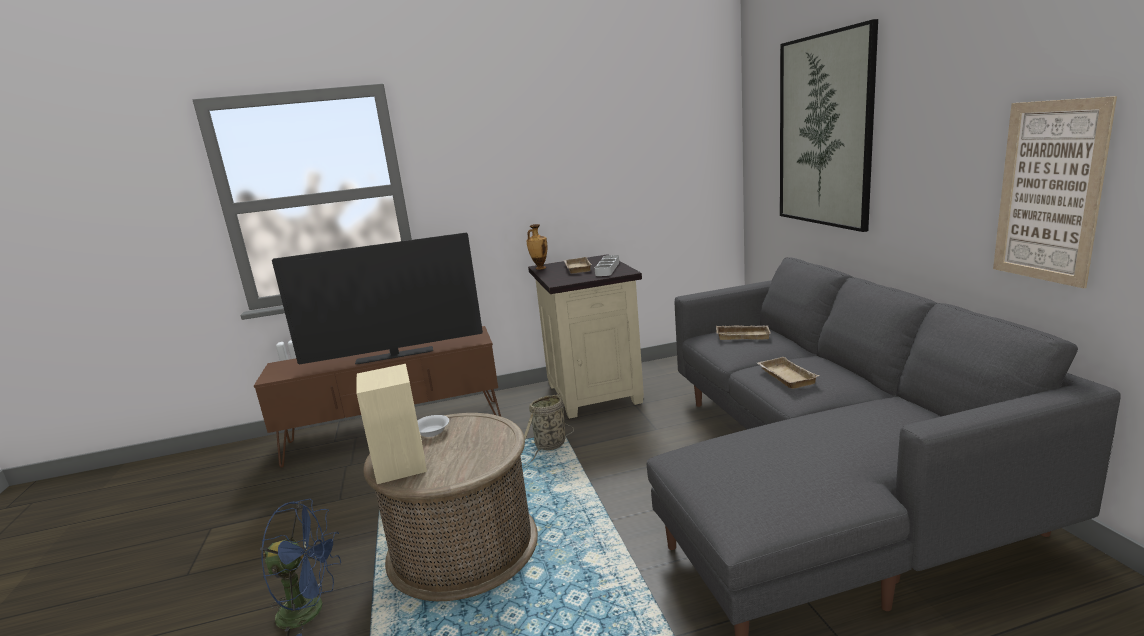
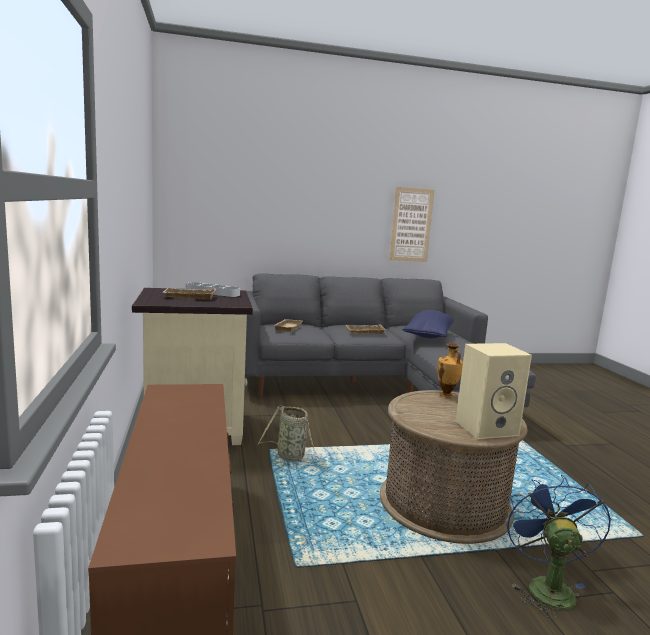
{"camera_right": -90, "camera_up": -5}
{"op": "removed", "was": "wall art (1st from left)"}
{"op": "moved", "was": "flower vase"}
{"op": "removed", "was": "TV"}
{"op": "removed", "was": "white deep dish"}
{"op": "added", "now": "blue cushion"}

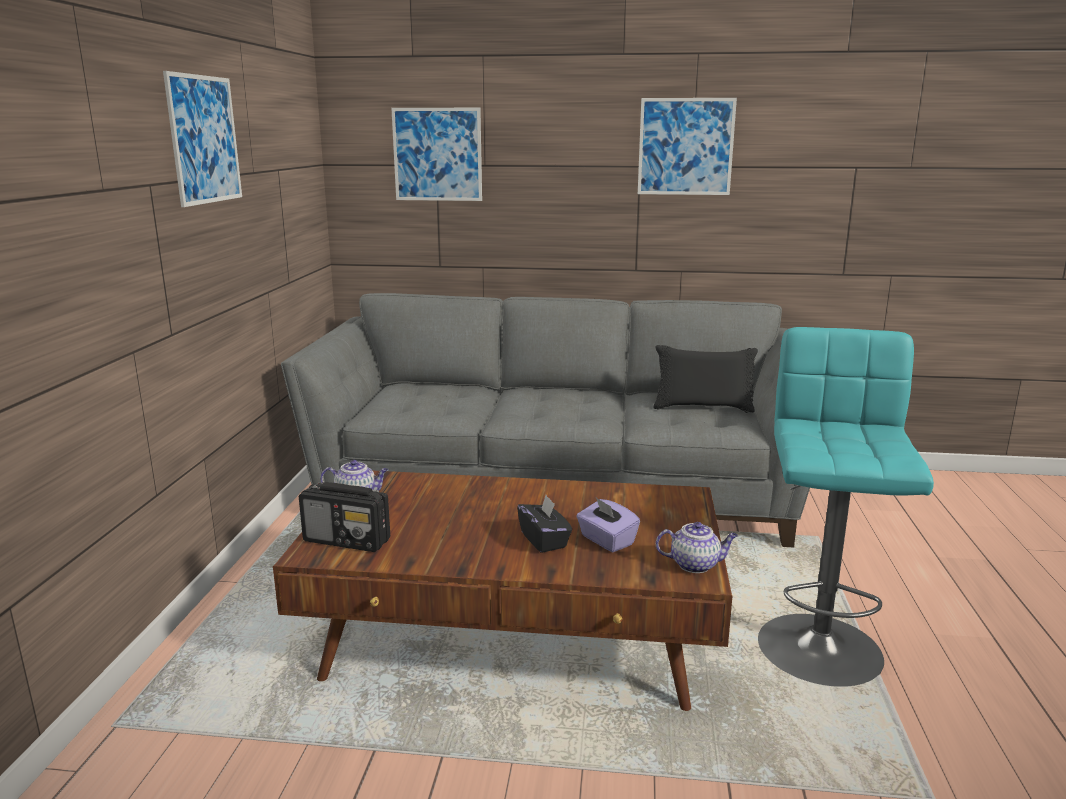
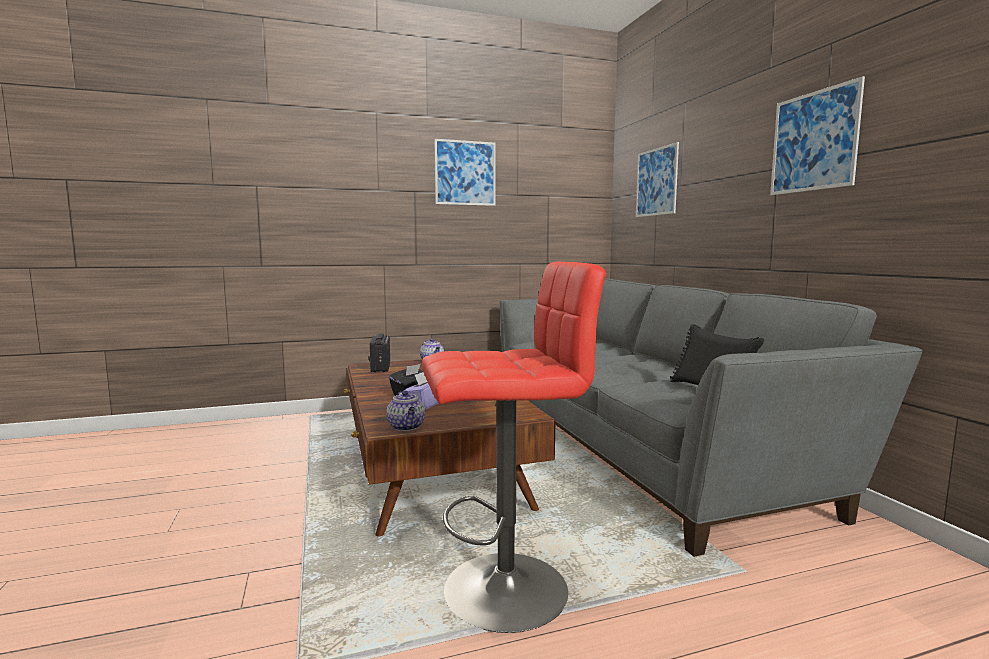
{"camera_right": 65, "camera_up": -10}
{"op": "recoloured", "was": "blue-green stool", "now": "red stool"}

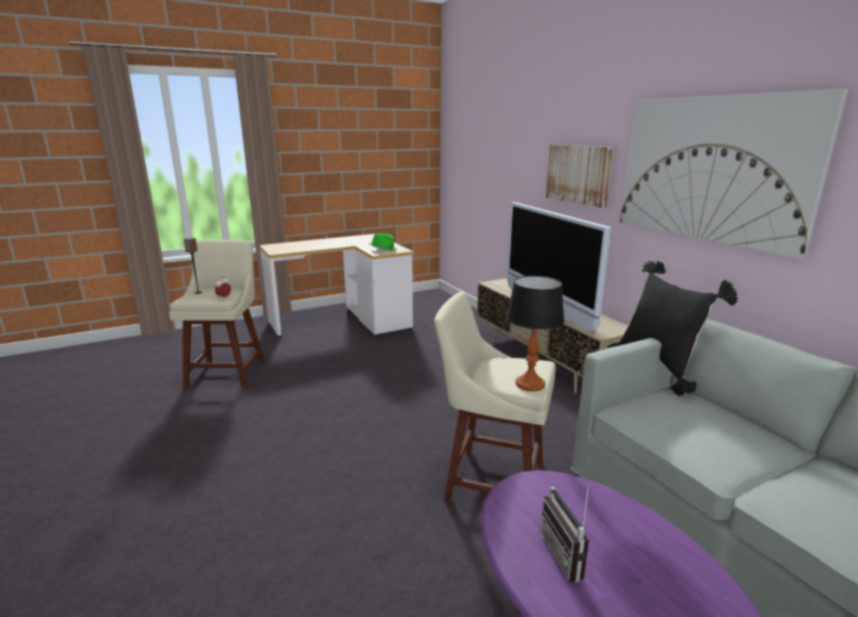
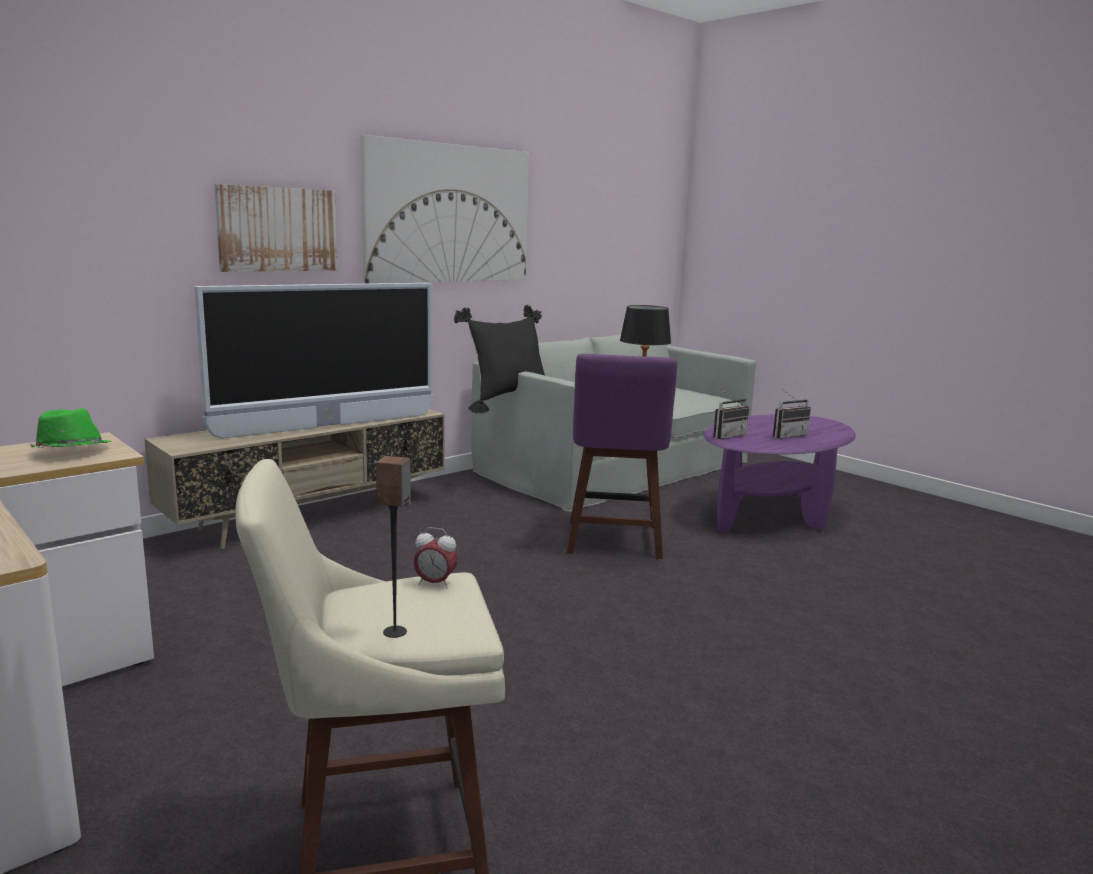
{"camera_right": -105, "camera_up": -5}
{"op": "recoloured", "was": "sand-coloured stool (2nd from left)", "now": "purple stool"}
{"op": "added", "now": "radio set (1st from left)"}

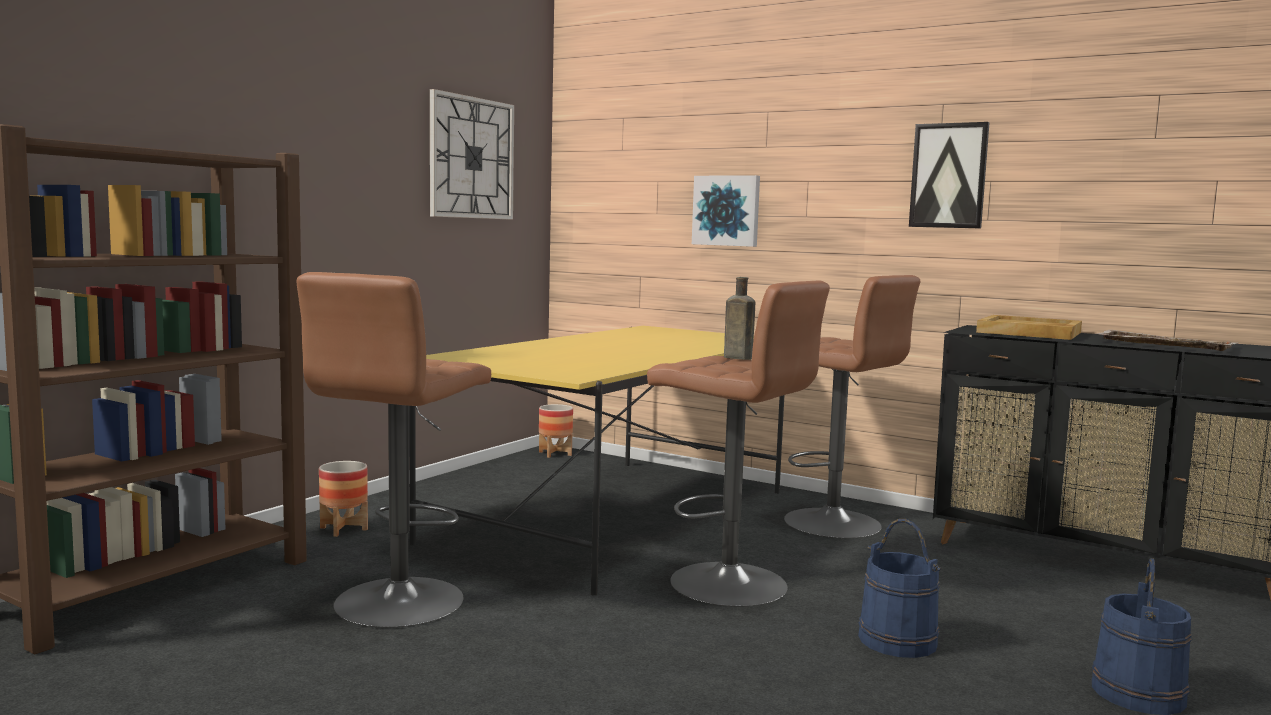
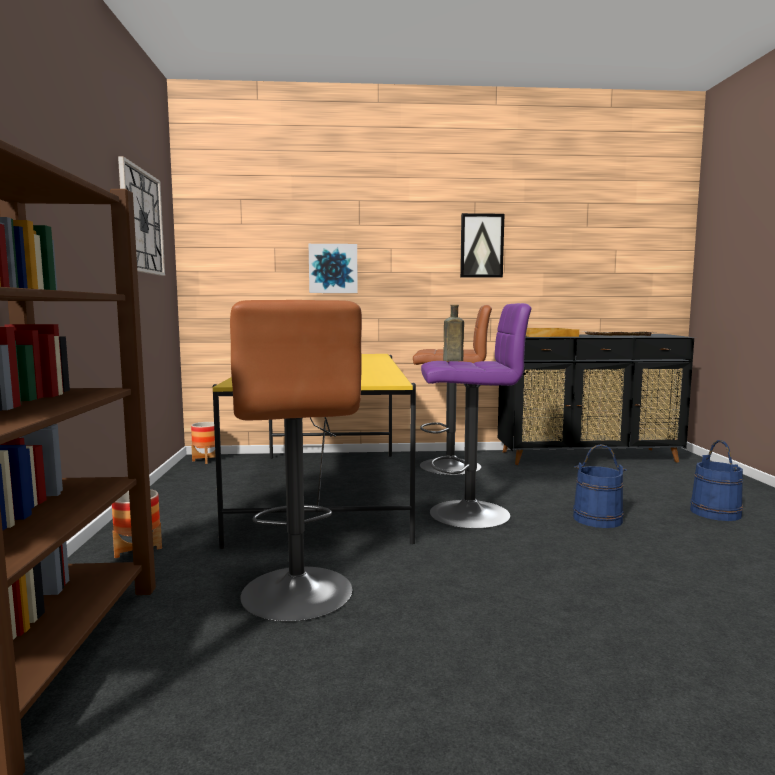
{"camera_right": -35, "camera_up": 0}
{"op": "recoloured", "was": "brown stool (2nd from left)", "now": "purple stool"}

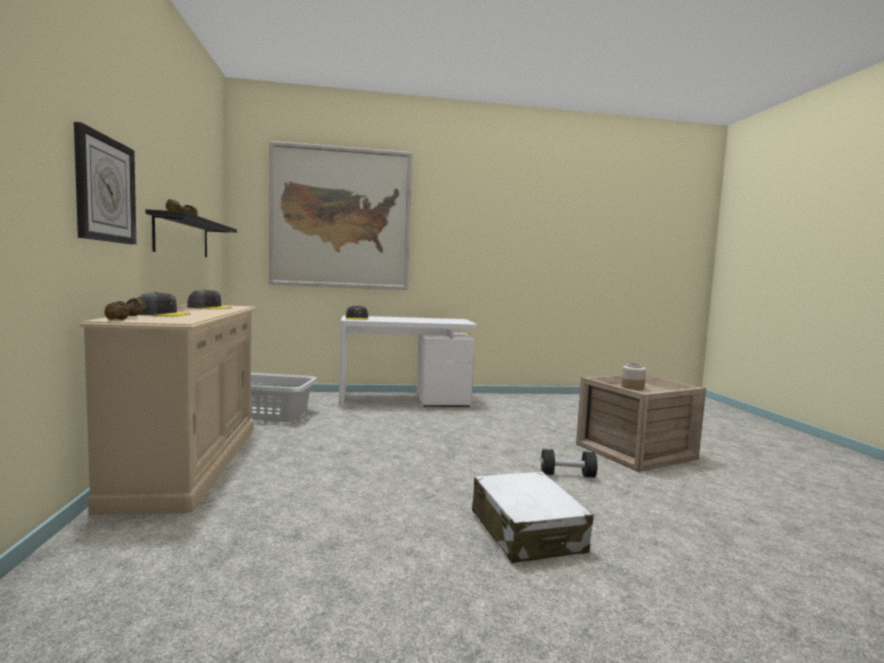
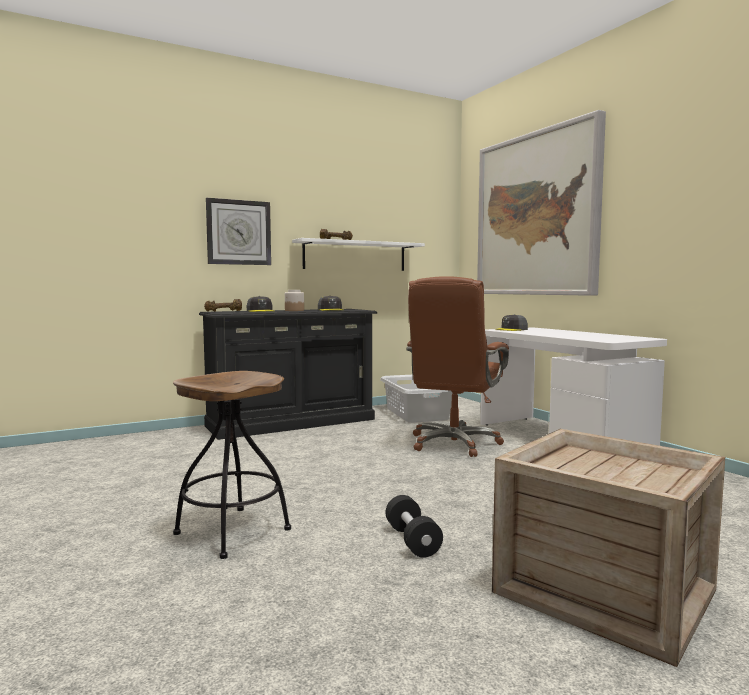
{"camera_right": 70, "camera_up": 0}
{"op": "recoloured", "was": "black bracket shelf", "now": "white bracket shelf"}
{"op": "recoloured", "was": "sand-coloured storage cabinet", "now": "black storage cabinet"}
{"op": "moved", "was": "storage jar"}
{"op": "replaced", "was": "white travel case", "now": "brown stool"}
{"op": "added", "now": "brown desk chair"}

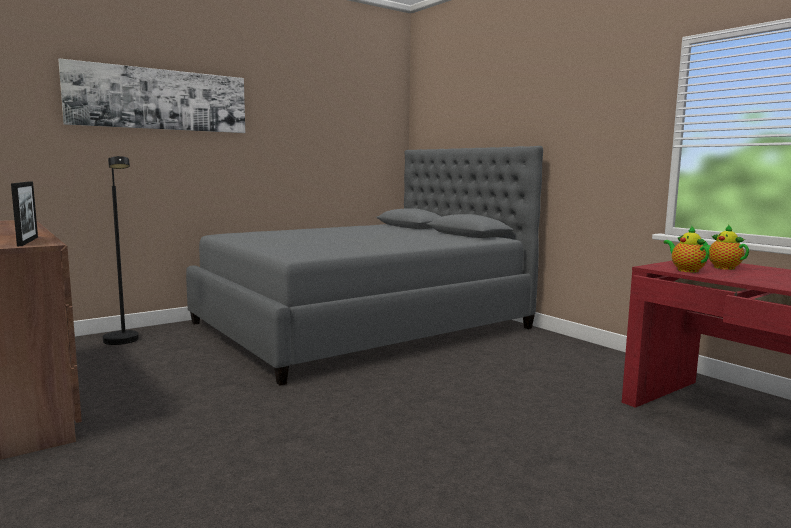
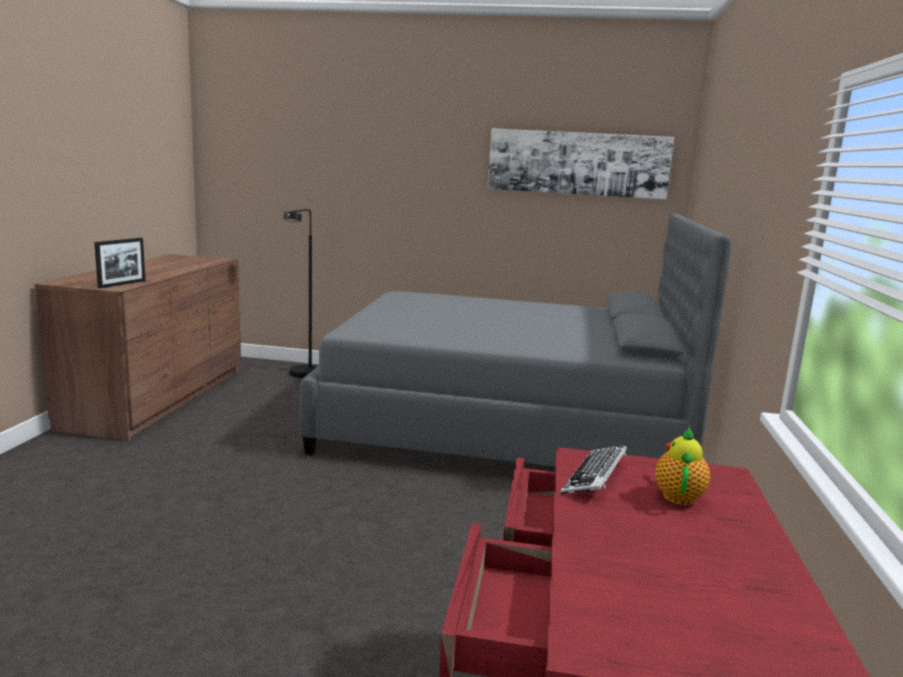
{"camera_right": 45, "camera_up": 5}
{"op": "moved", "was": "wall art"}
{"op": "replaced", "was": "pot for tea (1st from left)", "now": "computer keyboard"}

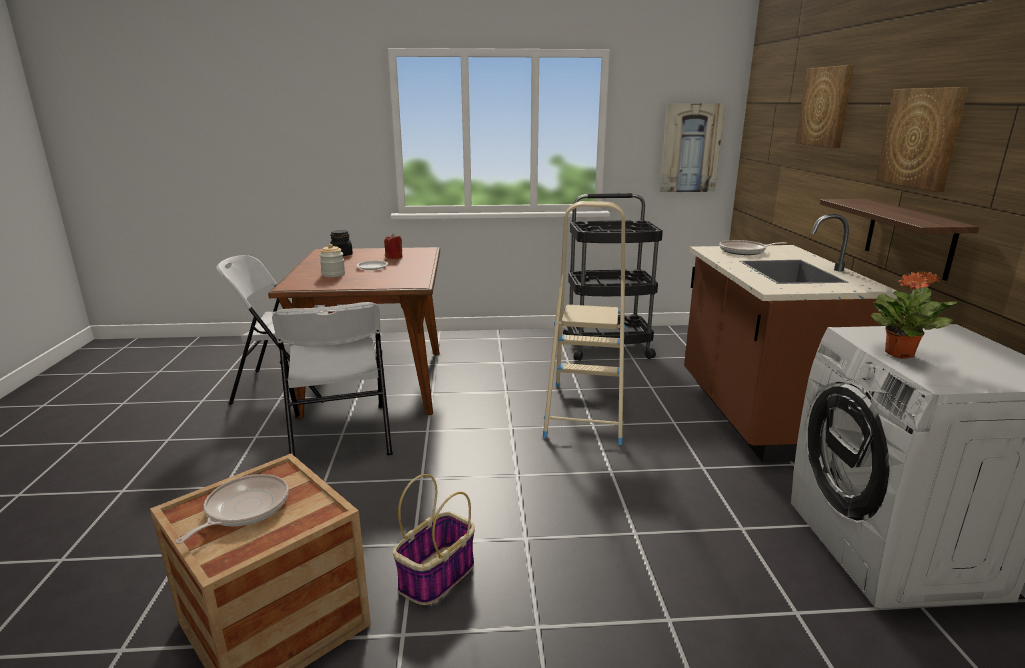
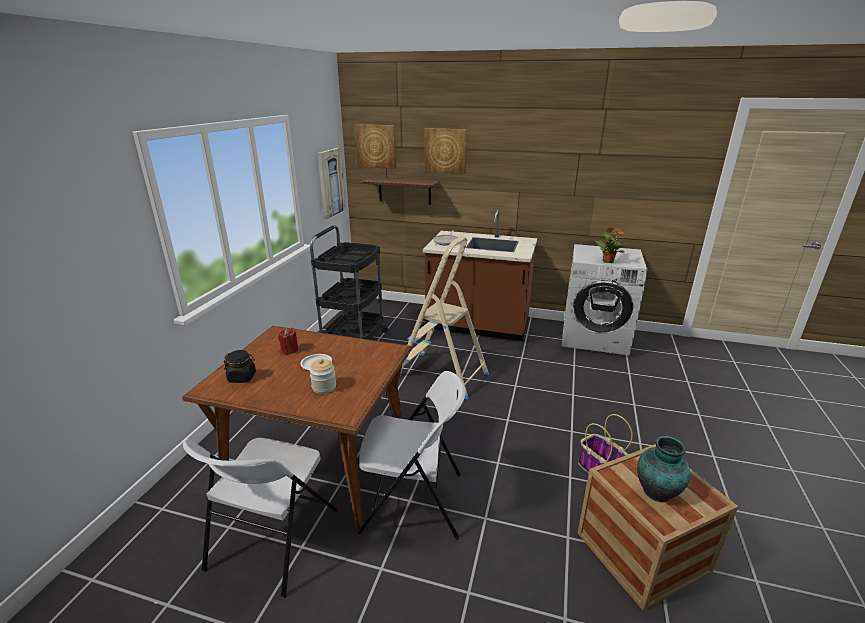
{"camera_right": -70, "camera_up": 5}
{"op": "moved", "was": "wall art (3rd from left in the first image)", "now": "wall art (2nd from left)"}
{"op": "moved", "was": "bracket shelf"}
{"op": "replaced", "was": "skillet (1st from left)", "now": "flower vase"}

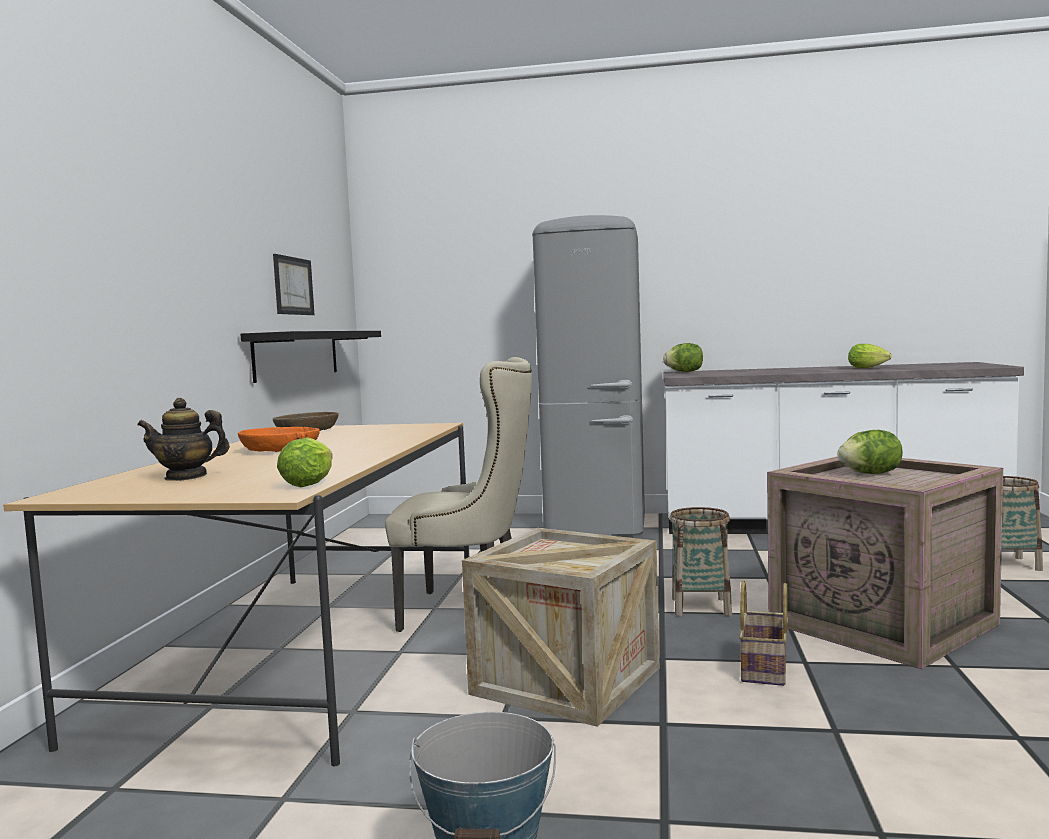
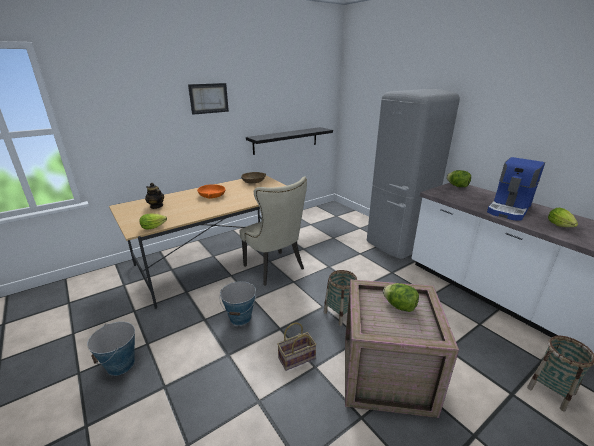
{"camera_right": 45, "camera_up": 20}
{"op": "moved", "was": "wall art"}
{"op": "replaced", "was": "shipping crate (1st from left)", "now": "bucket (2nd from left)"}
{"op": "added", "now": "coffee maker"}

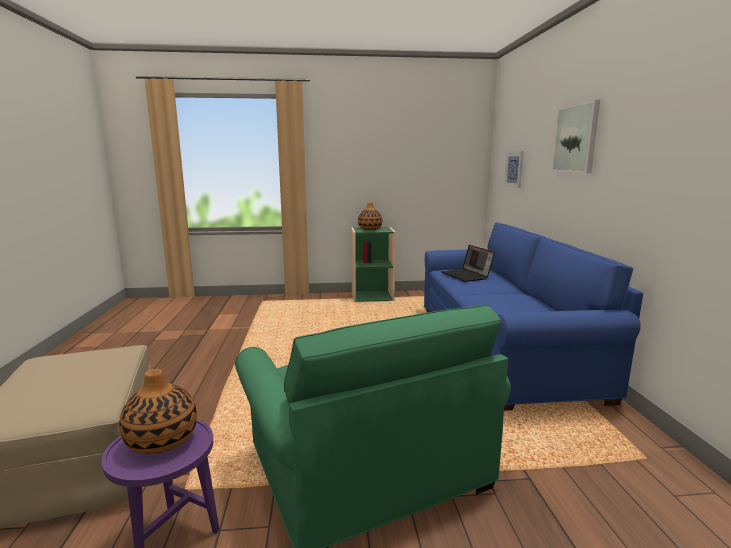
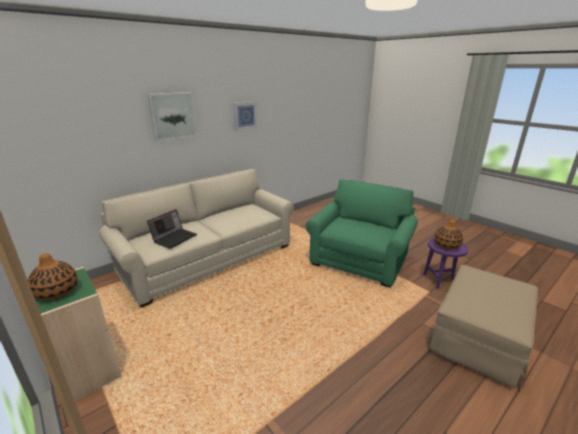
{"camera_right": -125, "camera_up": 10}
{"op": "moved", "was": "wall art (1st from left in the first image)", "now": "wall art (2nd from left)"}
{"op": "recoloured", "was": "blue sofa", "now": "sand-coloured sofa"}

